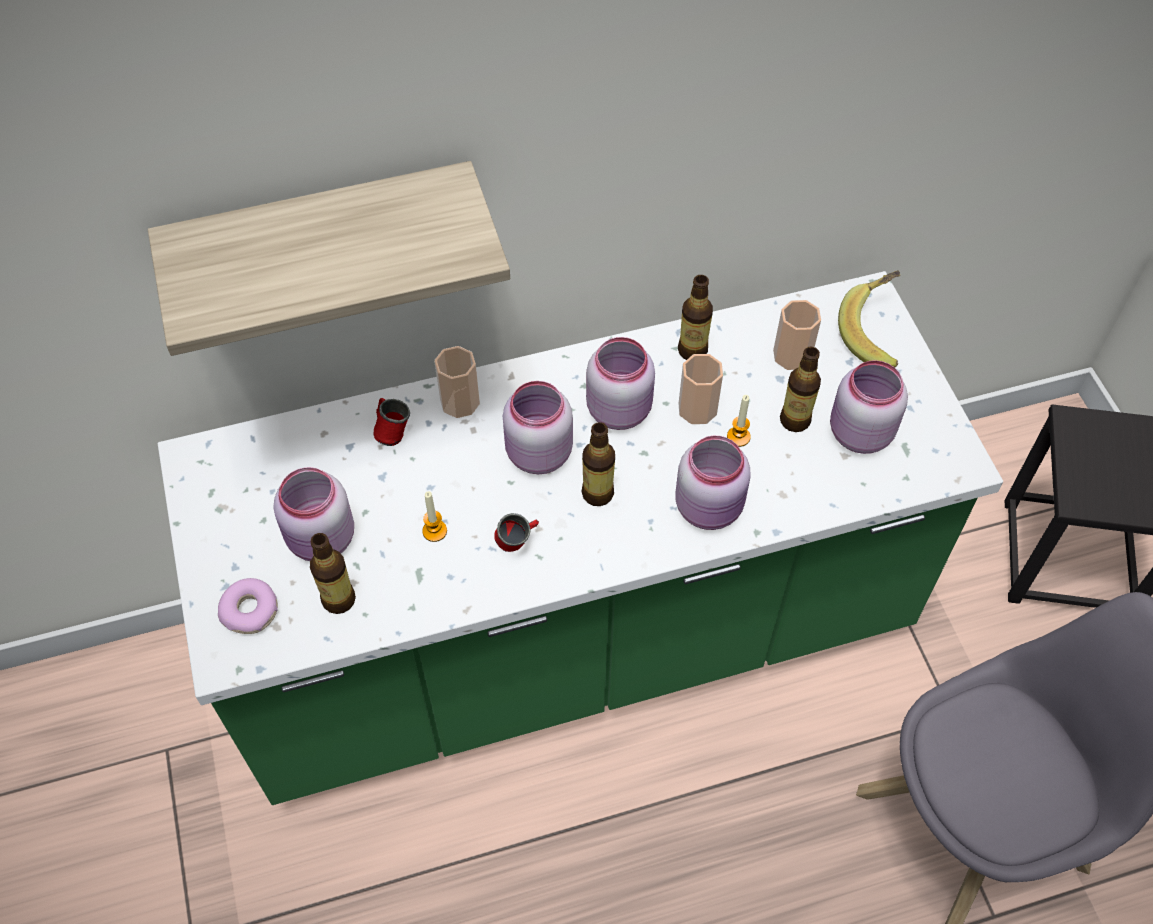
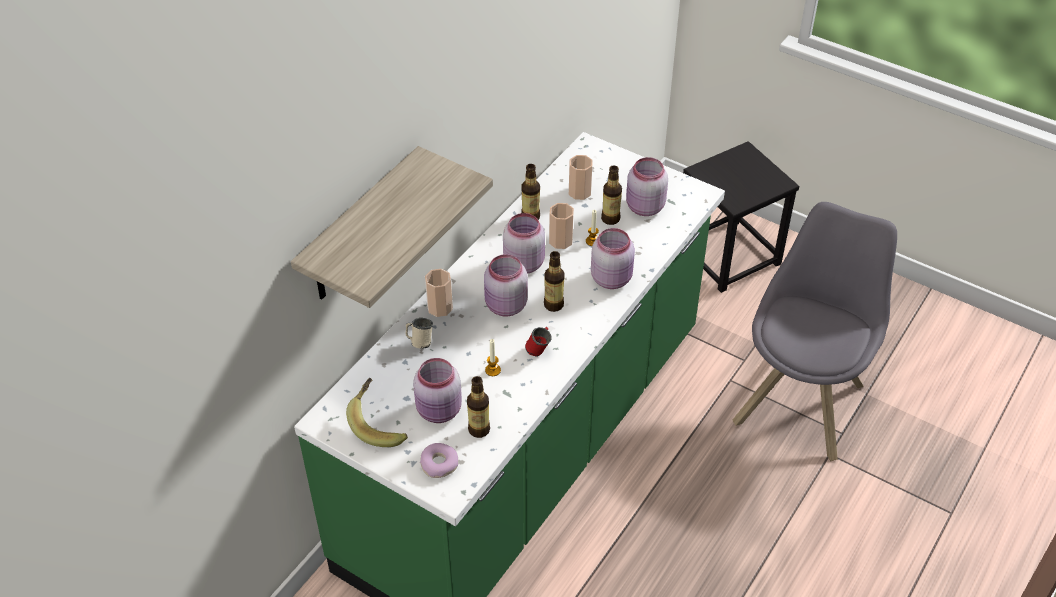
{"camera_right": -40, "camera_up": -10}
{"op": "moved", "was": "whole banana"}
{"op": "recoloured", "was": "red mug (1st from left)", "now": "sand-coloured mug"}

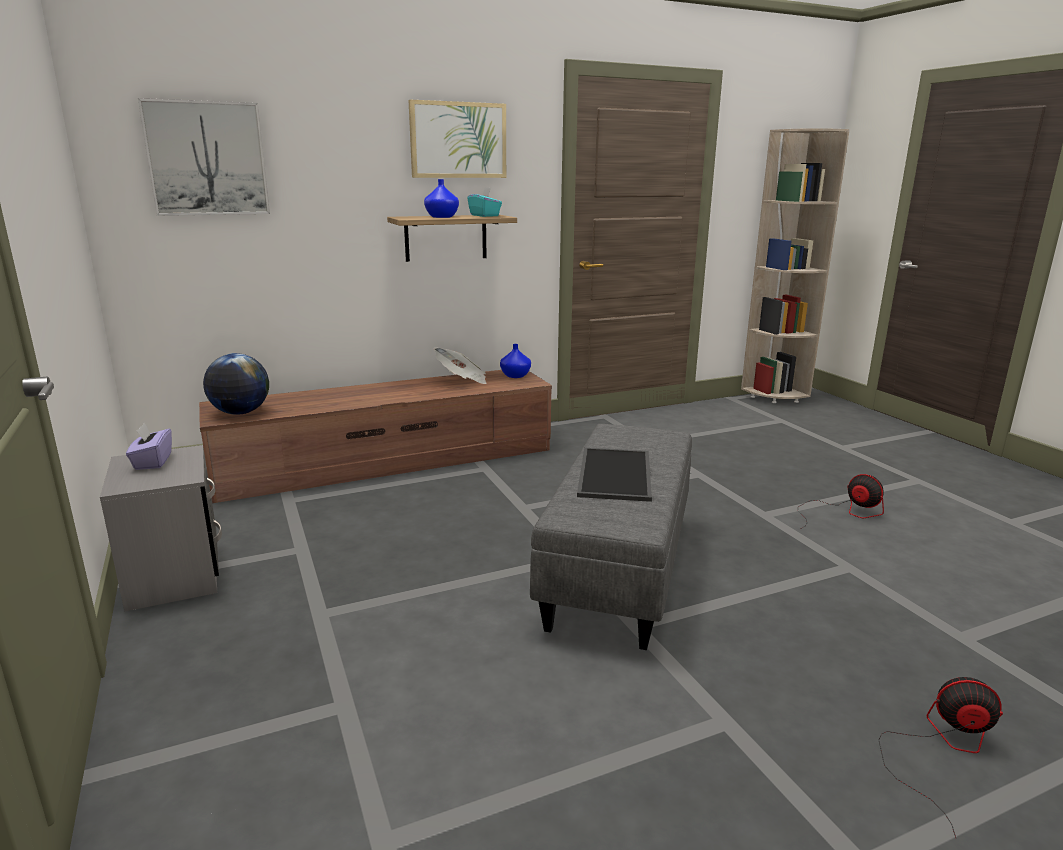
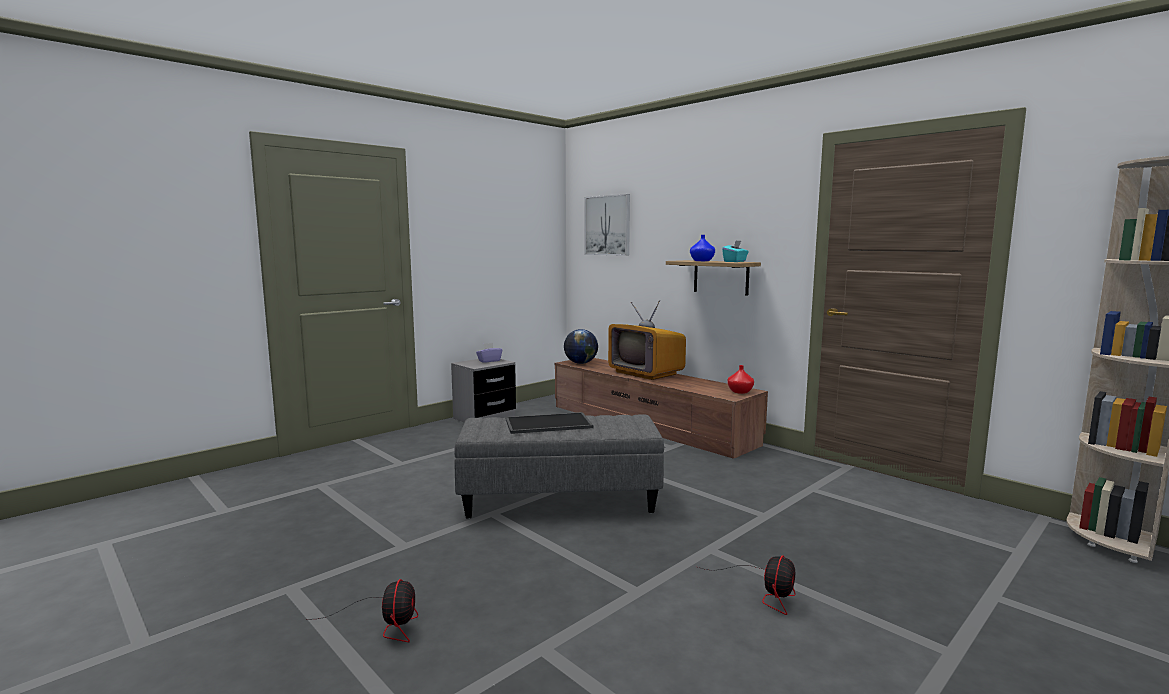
{"camera_right": 70, "camera_up": -10}
{"op": "removed", "was": "wall art (2nd from left)"}
{"op": "recoloured", "was": "blue flower vase (2nd from left)", "now": "red flower vase"}
{"op": "removed", "was": "newspaper"}
{"op": "added", "now": "TV"}

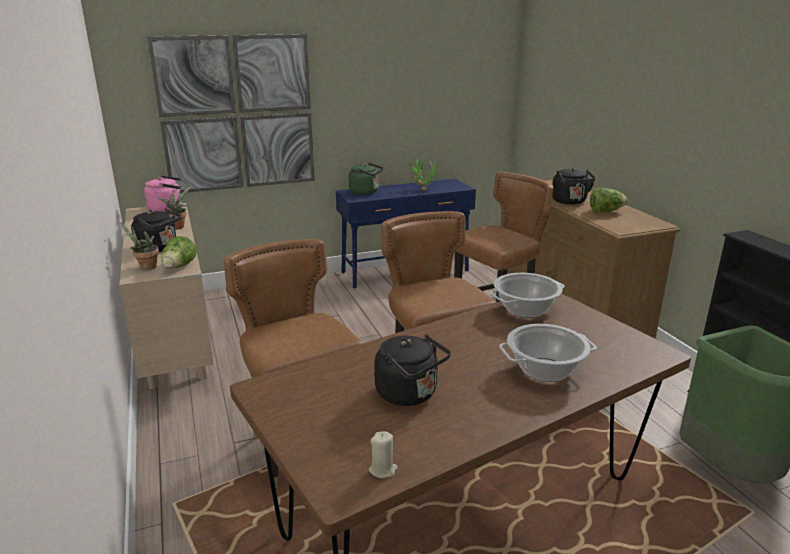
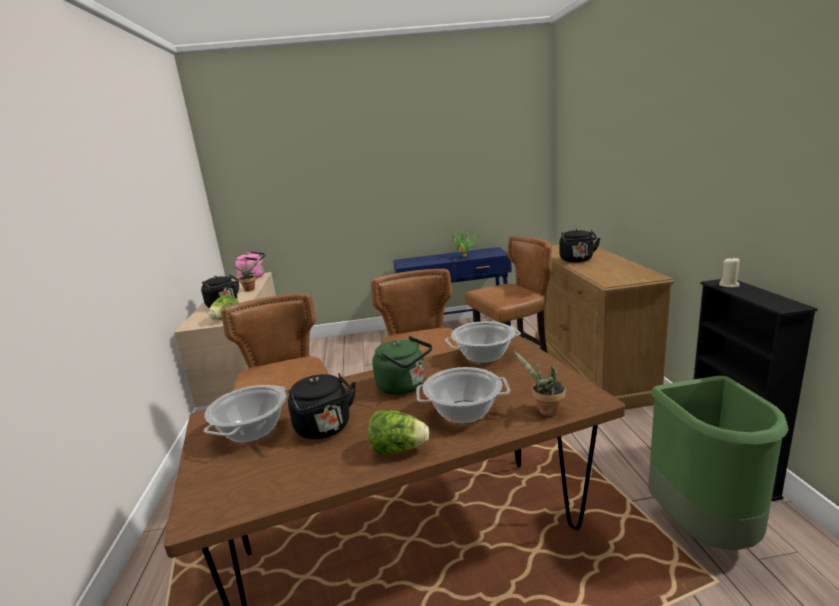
{"camera_right": 15, "camera_up": -5}
{"op": "removed", "was": "wall art"}
{"op": "moved", "was": "green-coloured water kettle"}
{"op": "moved", "was": "lettuce head (2nd from left)"}
{"op": "moved", "was": "plant in a pot (1st from left in the first image)", "now": "plant in a pot (3rd from left)"}
{"op": "moved", "was": "sand-coloured candle"}
{"op": "added", "now": "stockpot (1st from left)"}

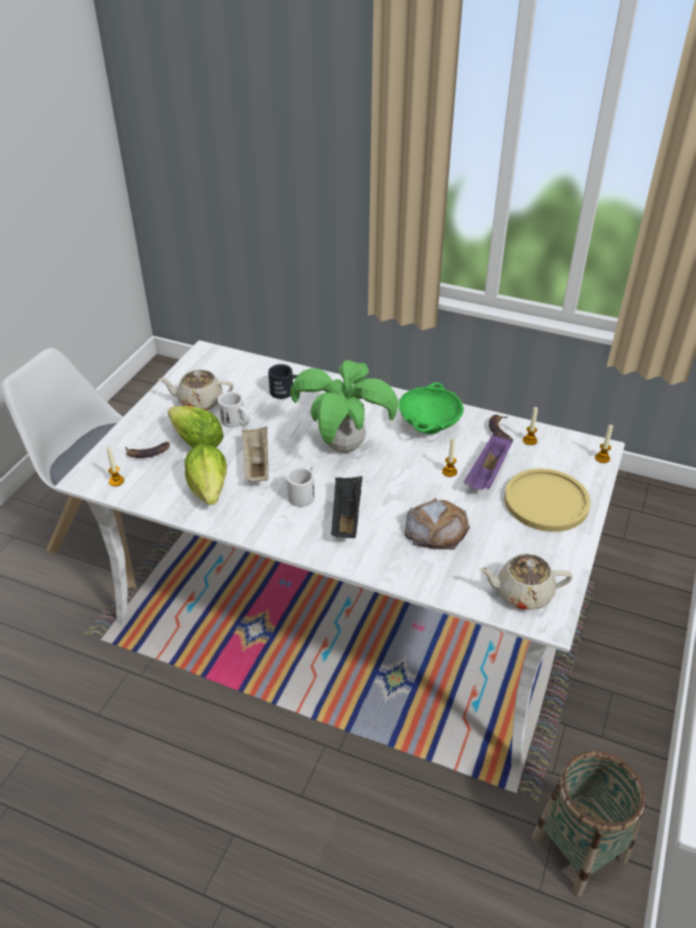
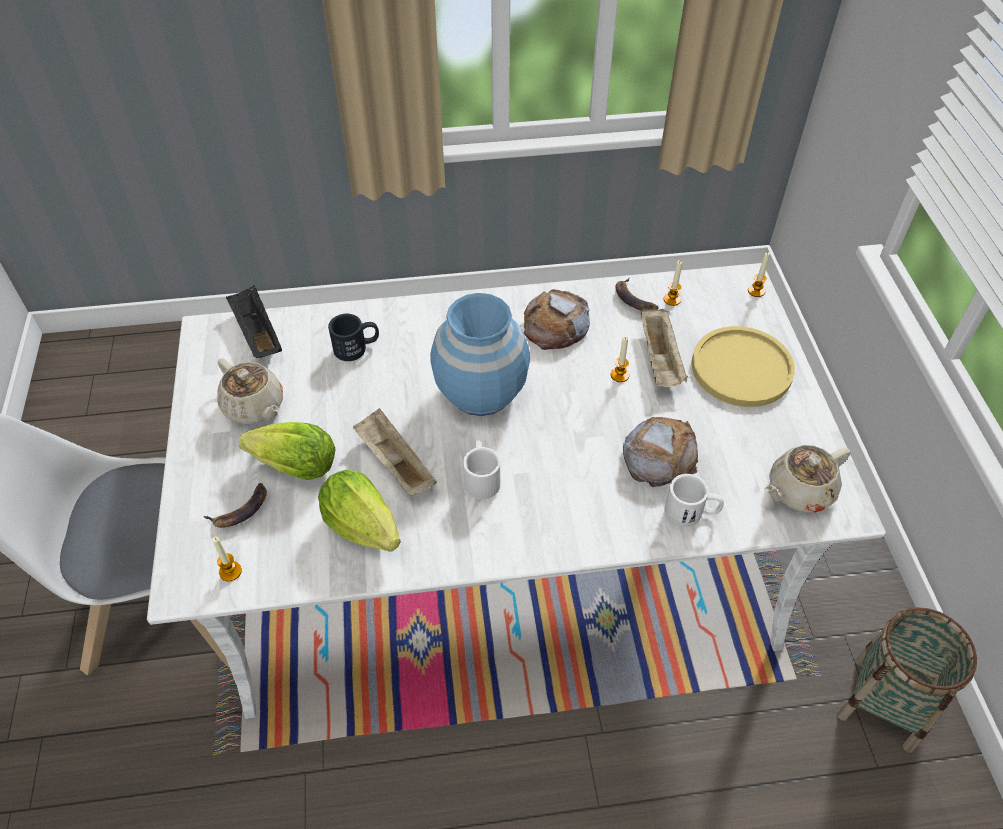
{"camera_right": -30, "camera_up": 10}
{"op": "replaced", "was": "plant in a pot", "now": "blue flower vase"}
{"op": "turned", "was": "sand-coloured pot for tea (1st from left)", "clockwise": -105}
{"op": "replaced", "was": "green-coloured deep dish", "now": "bakery bread (1st from left)"}
{"op": "moved", "was": "white mug (1st from left in the first image)", "now": "white mug (2nd from left)"}
{"op": "recoloured", "was": "purple carrying tray", "now": "sand-coloured carrying tray (2nd from left)"}
{"op": "moved", "was": "black carrying tray"}

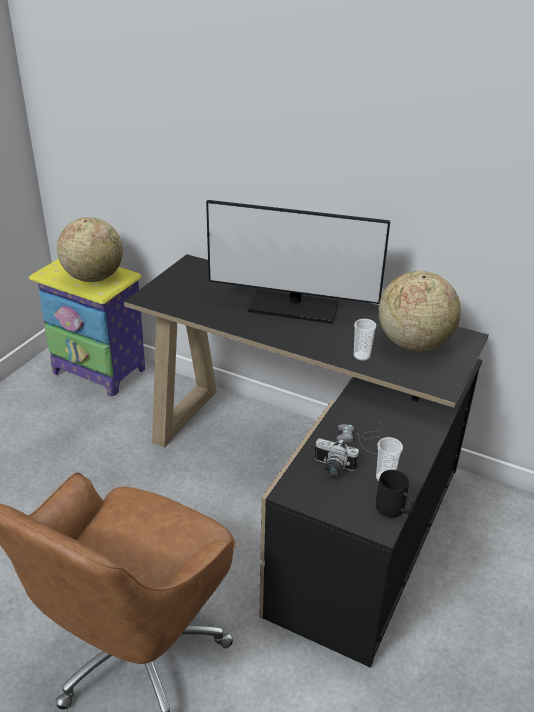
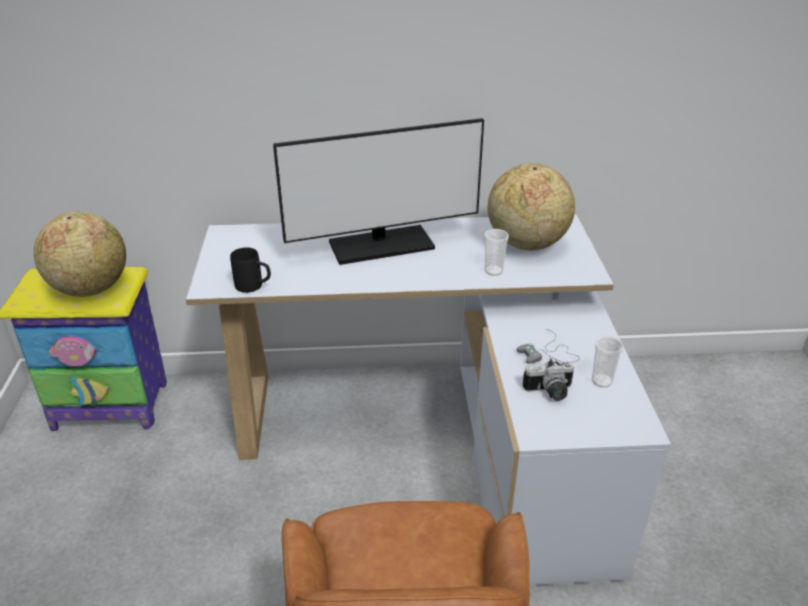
{"camera_right": -30, "camera_up": 0}
{"op": "recoloured", "was": "black desk unit", "now": "white desk unit"}
{"op": "moved", "was": "black mug"}

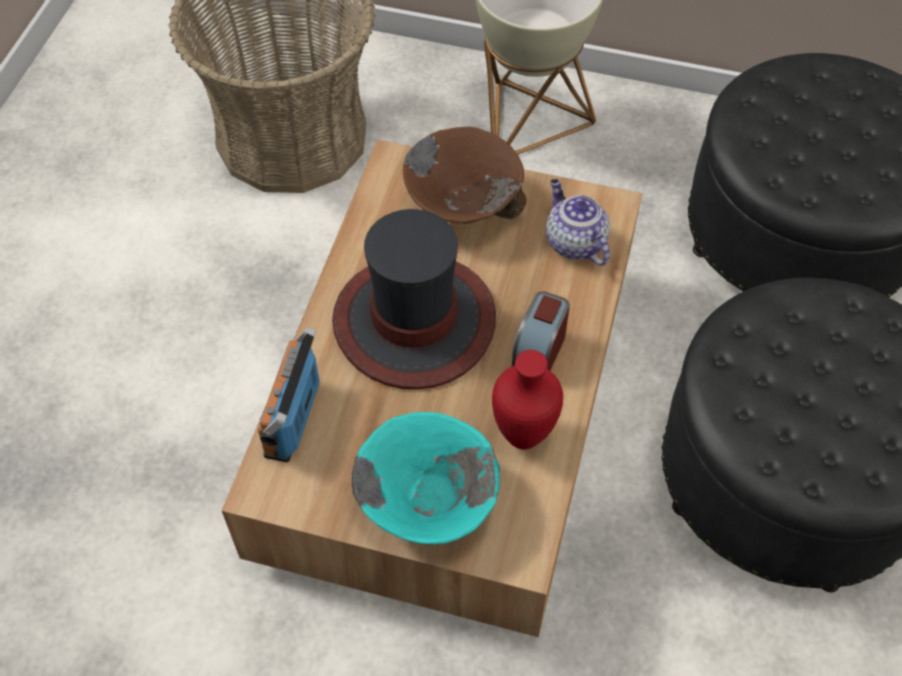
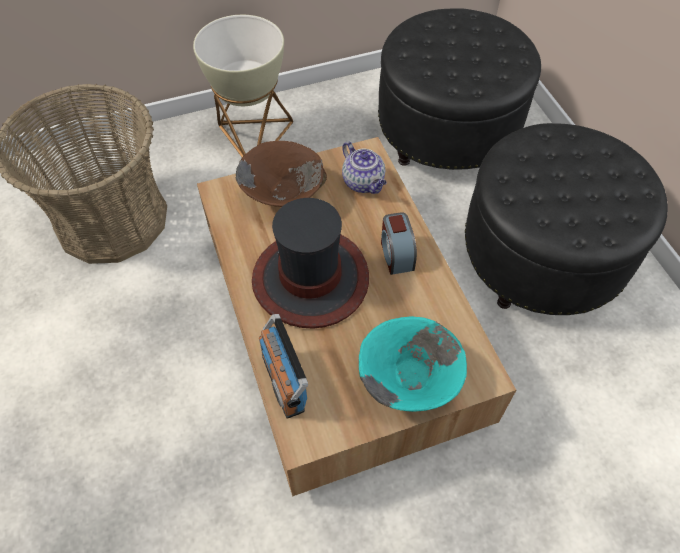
{"camera_right": -35, "camera_up": 0}
{"op": "turned", "was": "pot for tea", "clockwise": -150}
{"op": "removed", "was": "red flower vase"}

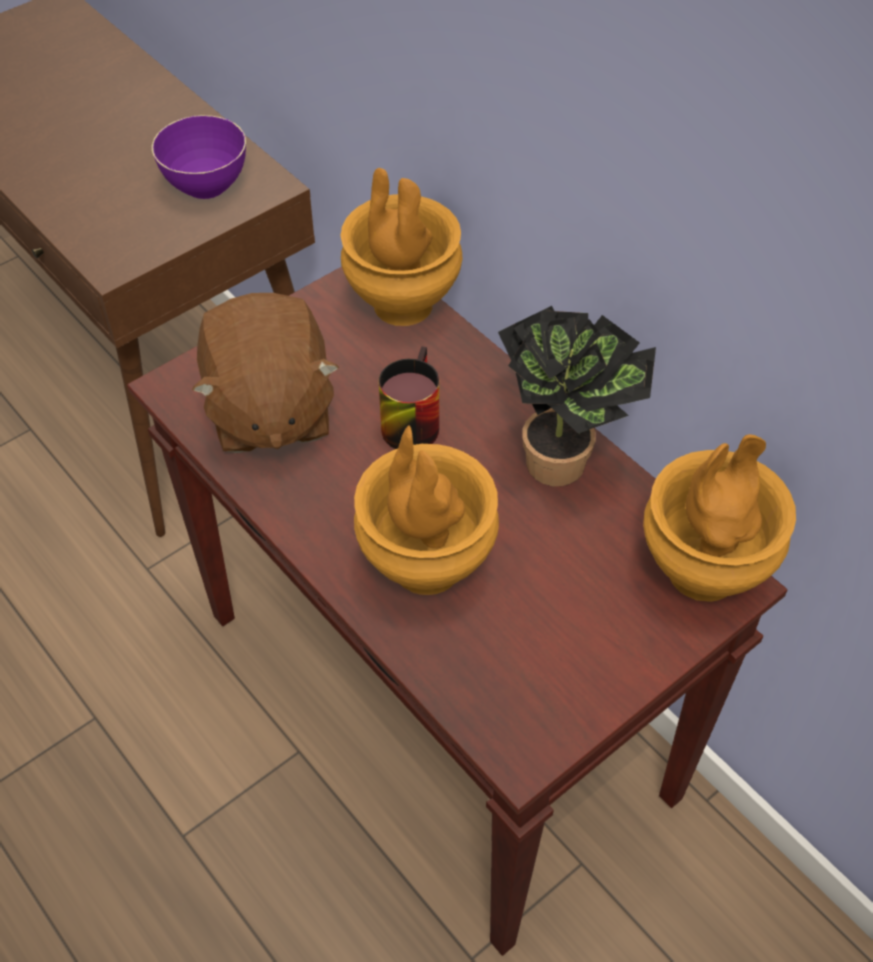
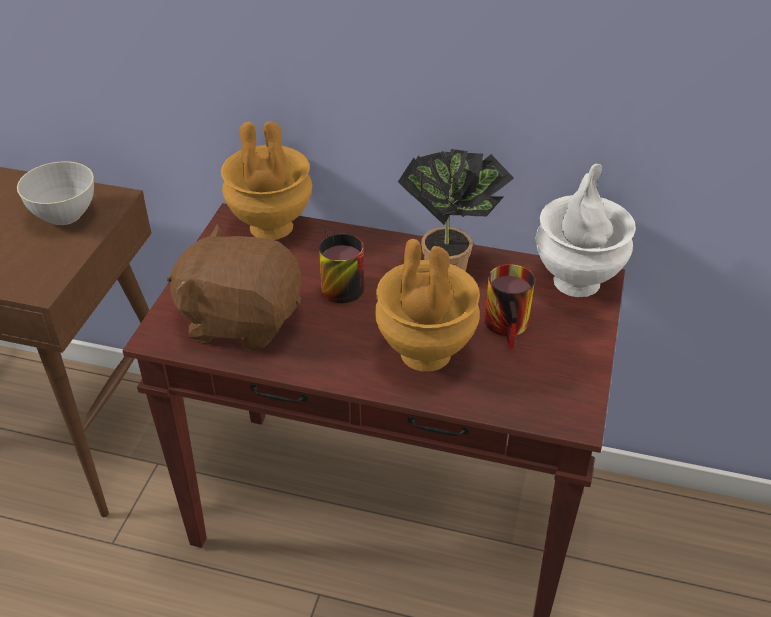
{"camera_right": -35, "camera_up": -10}
{"op": "recoloured", "was": "purple deep dish", "now": "grey deep dish"}
{"op": "turned", "was": "brown plush toy", "clockwise": 150}
{"op": "recoloured", "was": "brown flower vase (3rd from left)", "now": "white flower vase"}
{"op": "added", "now": "mug (2nd from left)"}

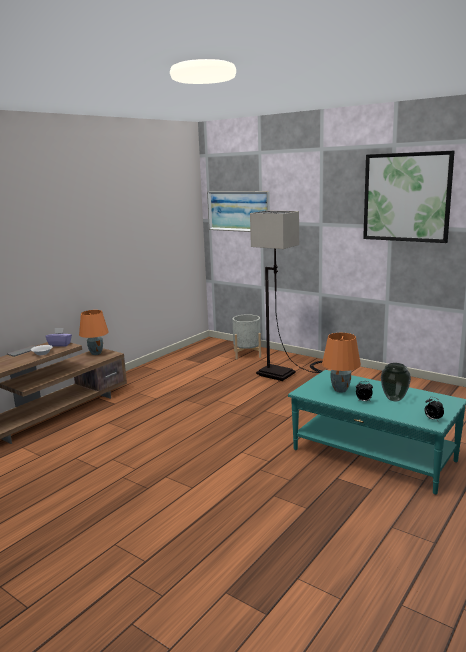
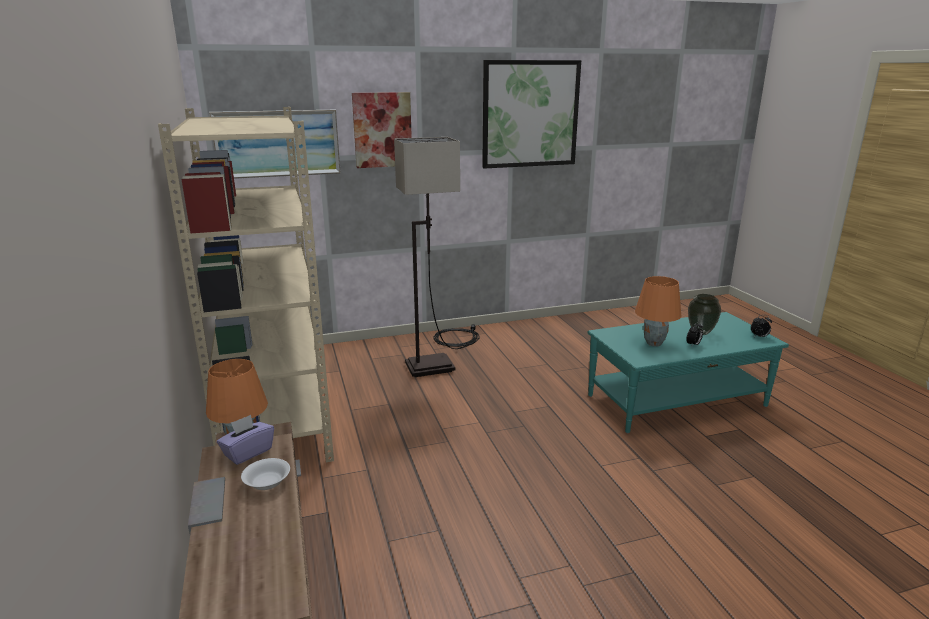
{"camera_right": -55, "camera_up": 5}
{"op": "removed", "was": "grey flower pot"}
{"op": "added", "now": "wall art (2nd from left)"}
{"op": "added", "now": "sand-coloured bookcase"}

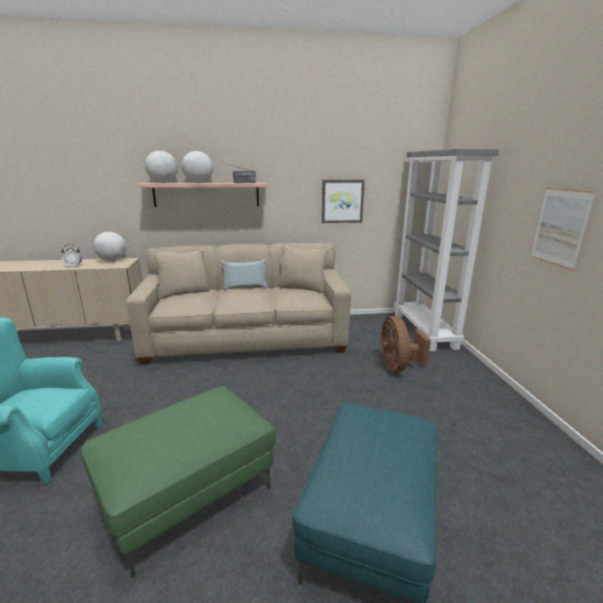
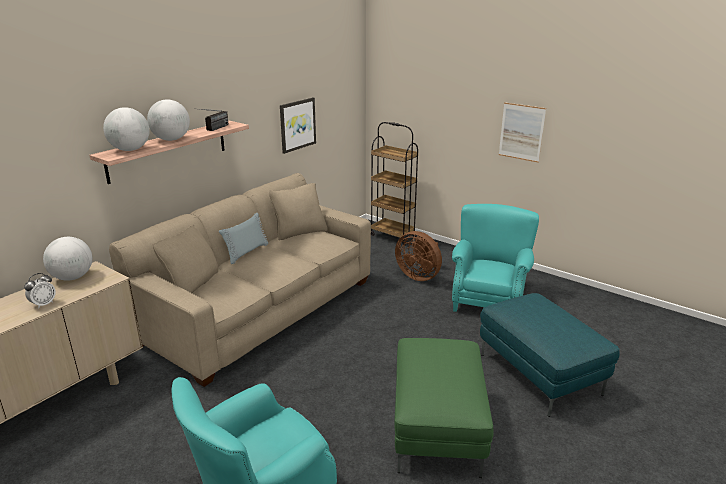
{"camera_right": -45, "camera_up": 5}
{"op": "replaced", "was": "grey bookcase", "now": "brown wheeled cart"}
{"op": "added", "now": "blue-green armchair (2nd from left)"}

